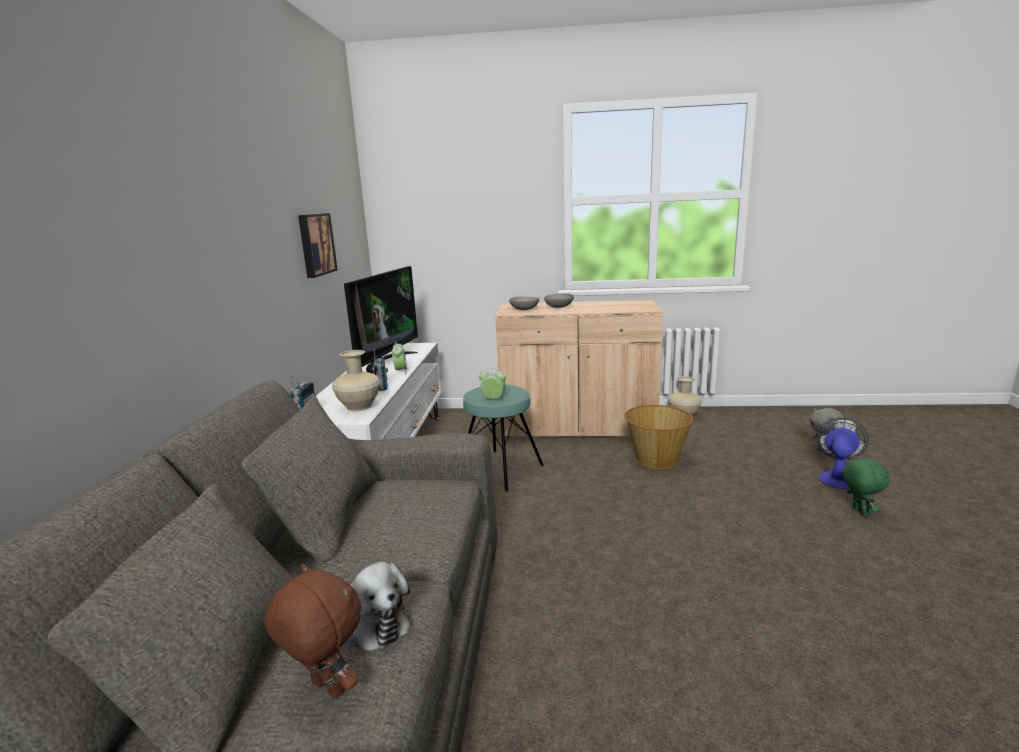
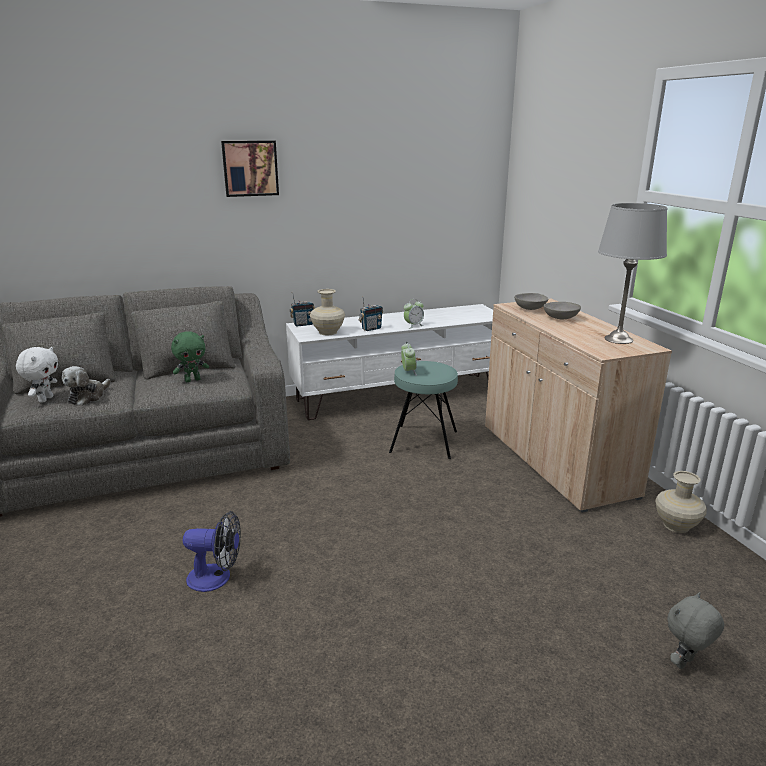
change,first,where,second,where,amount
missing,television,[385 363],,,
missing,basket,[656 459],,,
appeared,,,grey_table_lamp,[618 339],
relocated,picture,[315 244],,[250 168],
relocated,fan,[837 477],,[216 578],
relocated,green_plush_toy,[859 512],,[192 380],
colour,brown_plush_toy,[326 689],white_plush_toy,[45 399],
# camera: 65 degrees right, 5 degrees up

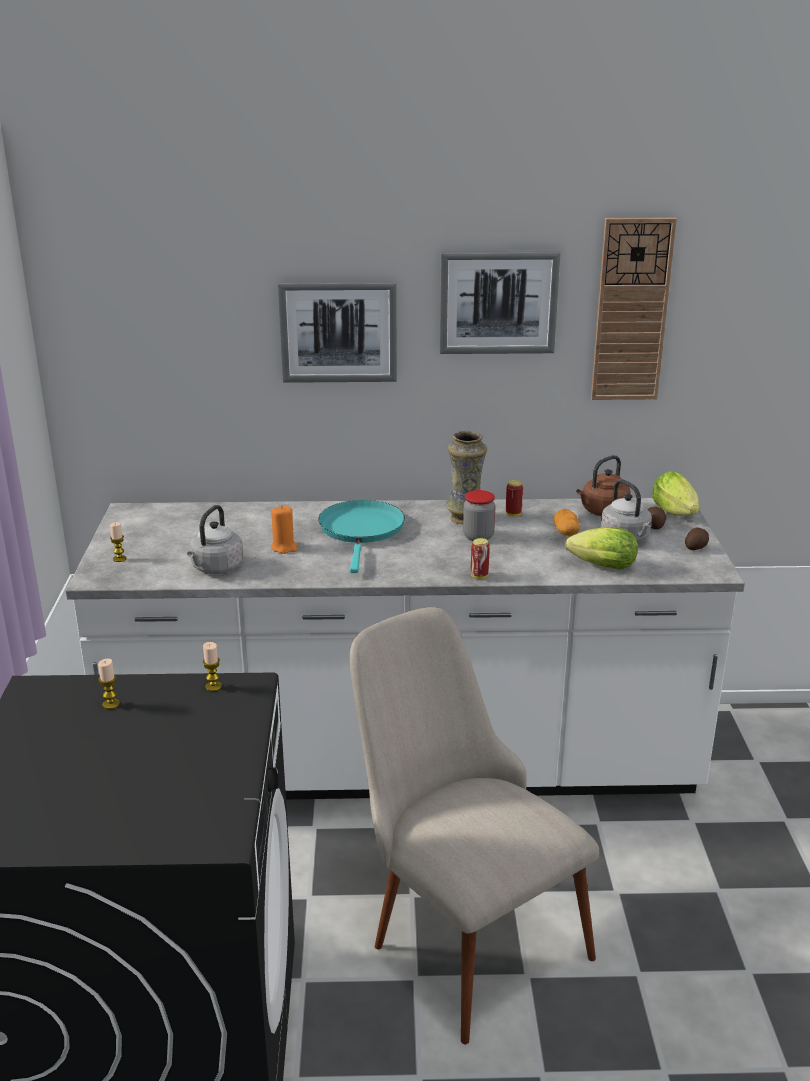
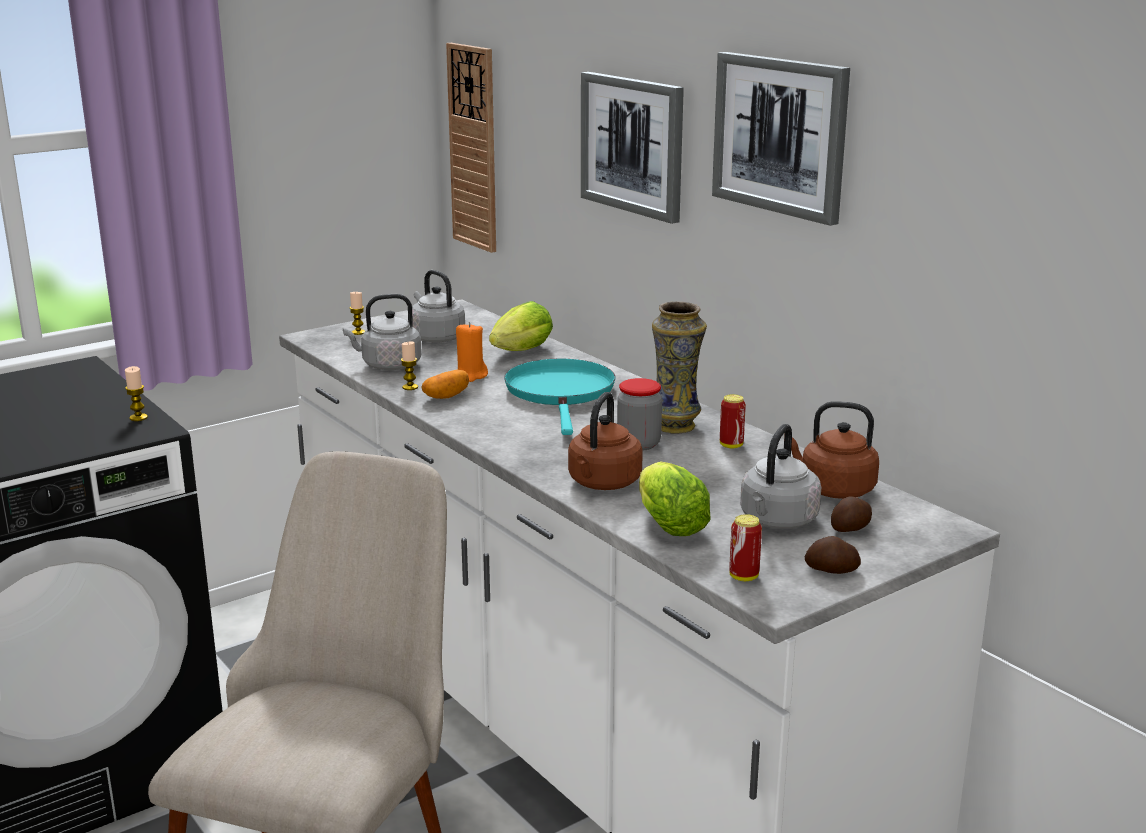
change,first,where,second,where,amount
appeared,,,grey_kettle,[435 337],
appeared,,,brown_kettle,[603 483],
relocated,candle,[111 704],,[410 387],
relocated,can,[479 576],,[743 577],
relocated,potato,[565 532],,[446 396],
relocated,wall_clock,[631 311],,[474 147],
relocated,lettuce,[676 514],,[519 352],
spun,turquoise_frying_pan,[361 530],,[561 393],60 degrees counterclockwise
# camera: 55 degrees right, 5 degrees down

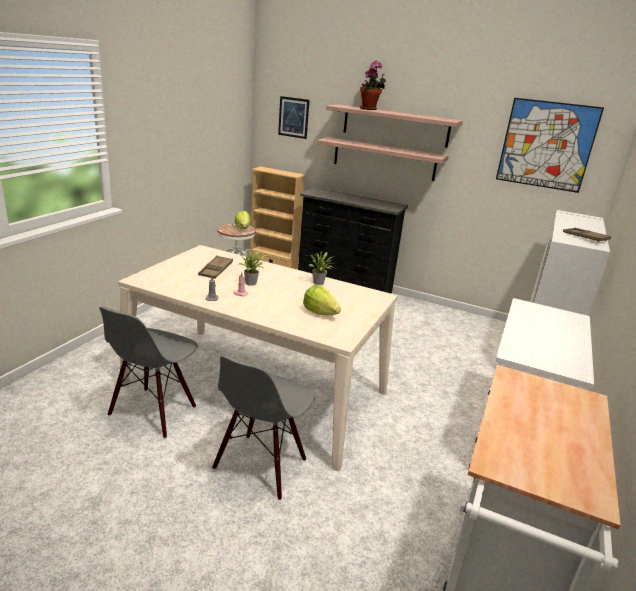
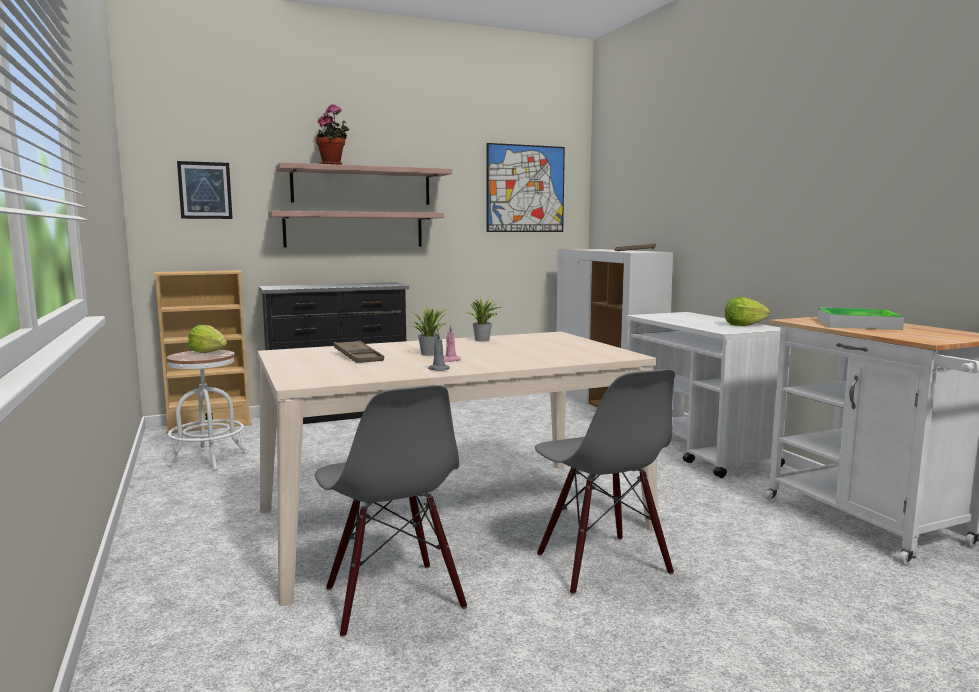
change,first,where,second,where,amount
appeared,,,tray,[857 324],
relocated,lettuce,[320 312],,[743 325],
# camera: 45 degrees left, 15 degrees down

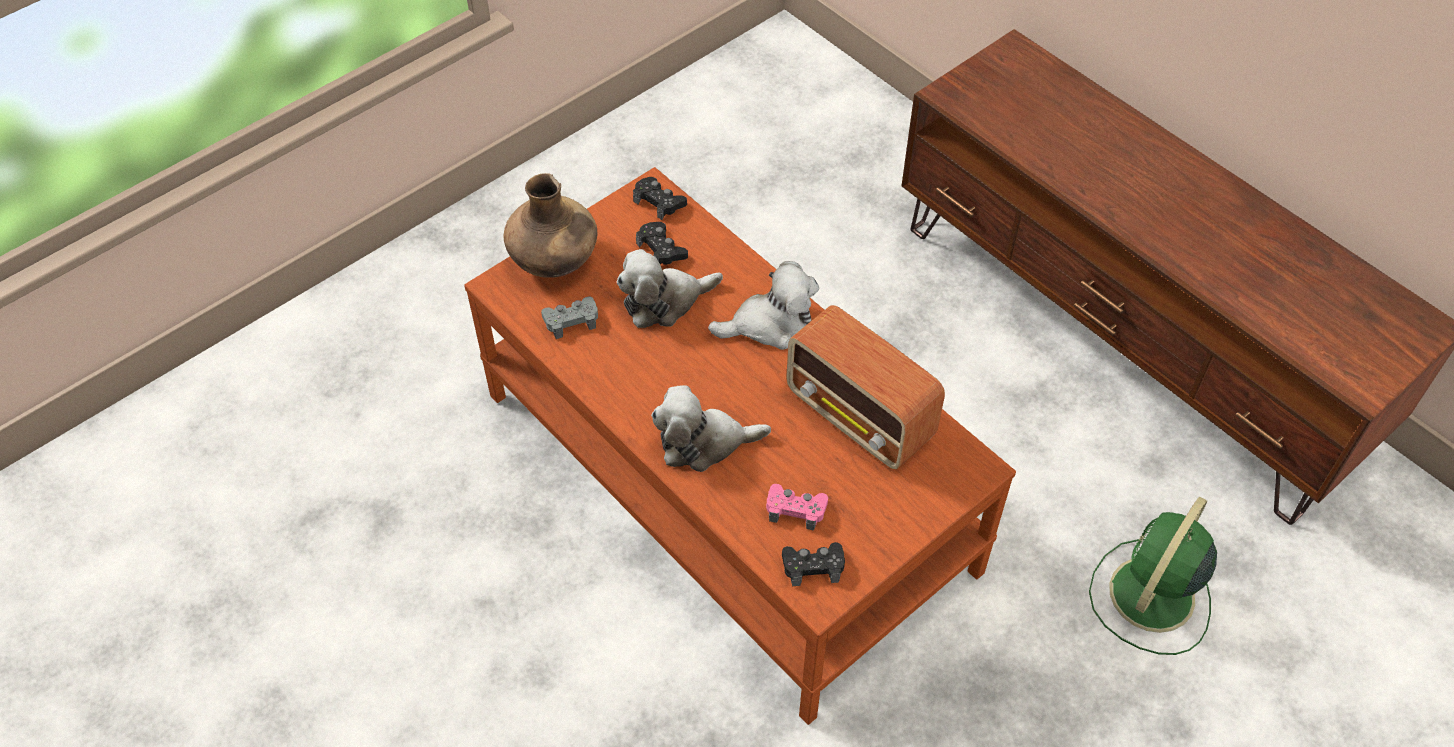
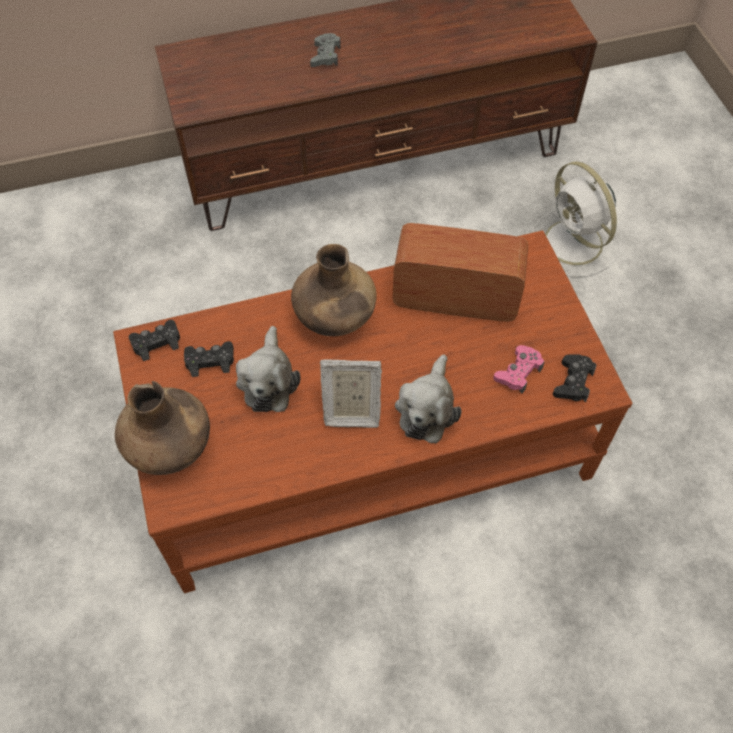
change,first,where,second,where,amount
appeared,,,picture_frame,[350 411],
relocated,grey_game_controller,[571 320],,[325 55],
exchanged,plush_toy,[769 324],brown_vase,[334 318],
colour,green_fan,[1150 597],white_fan,[575 244],
spun,radio,[860 417],,[454 297],150 degrees counterclockwise
# camera: 65 degrees left, 5 degrees up

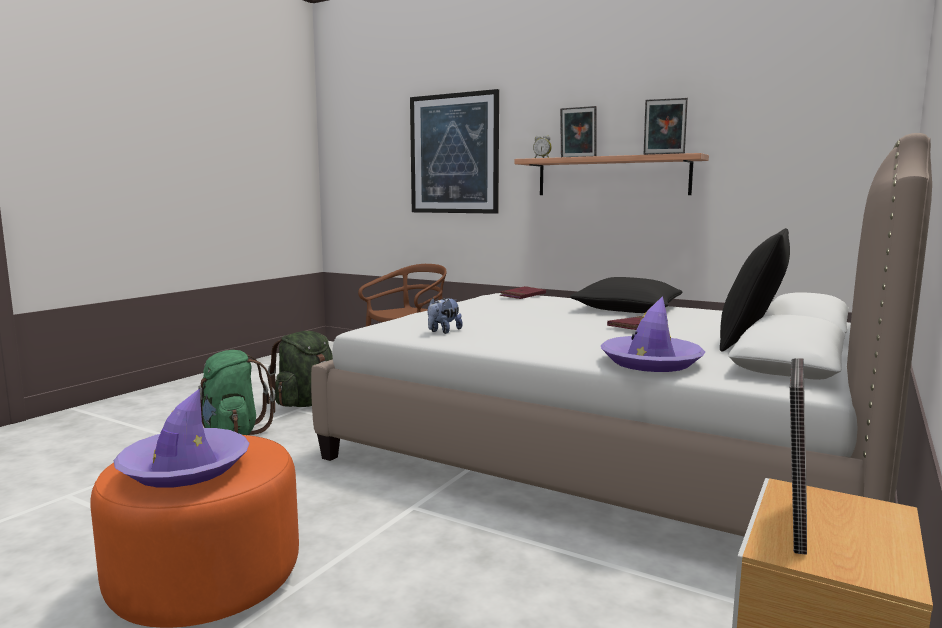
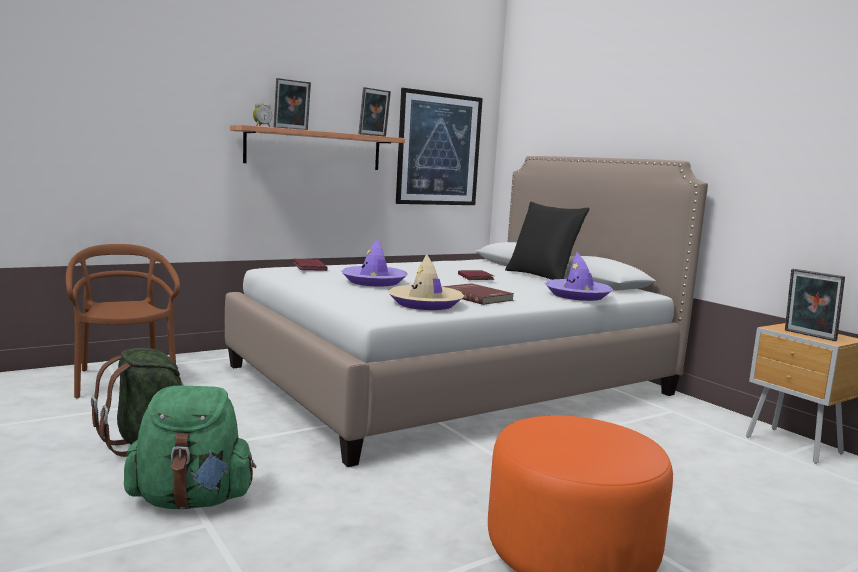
change,first,where,second,where,amount
missing,black_pillow,[627 309],,,
appeared,,,red_book,[477 297],
relocated,purple_hat,[184 468],,[374 282],
relocated,picture,[454 154],,[439 149],
exchanged,plush_toy,[443 331],beige_hat,[425 304],
# camera: 65 degrees left, 0 degrees up

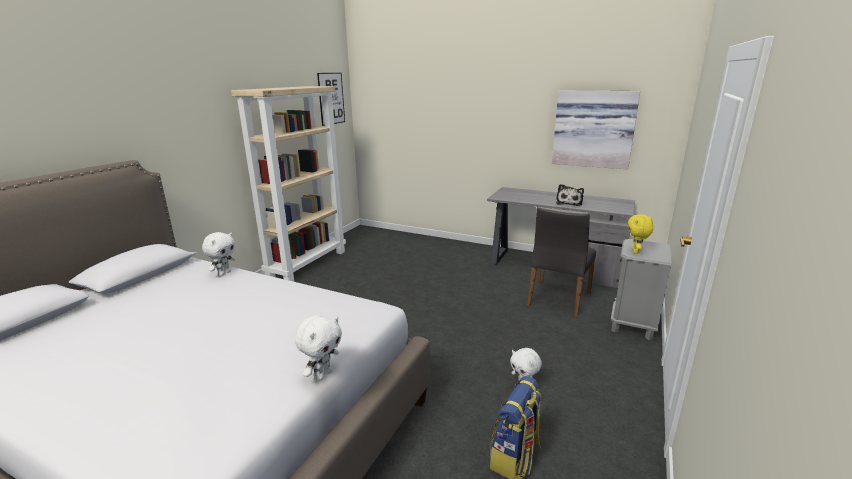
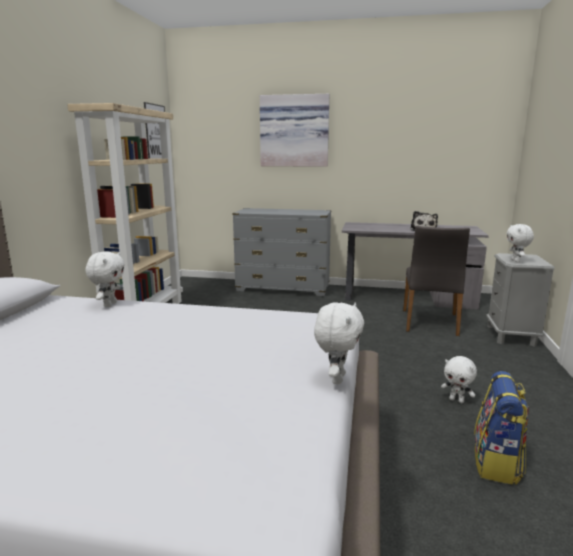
change,first,where,second,where,amount
appeared,,,grey_dresser,[283 288],
relocated,picture,[593 129],,[294 131],
colour,yellow_plush_toy,[636 251],white_plush_toy,[516 261],
# camera: 15 degrees left, 5 degrees down

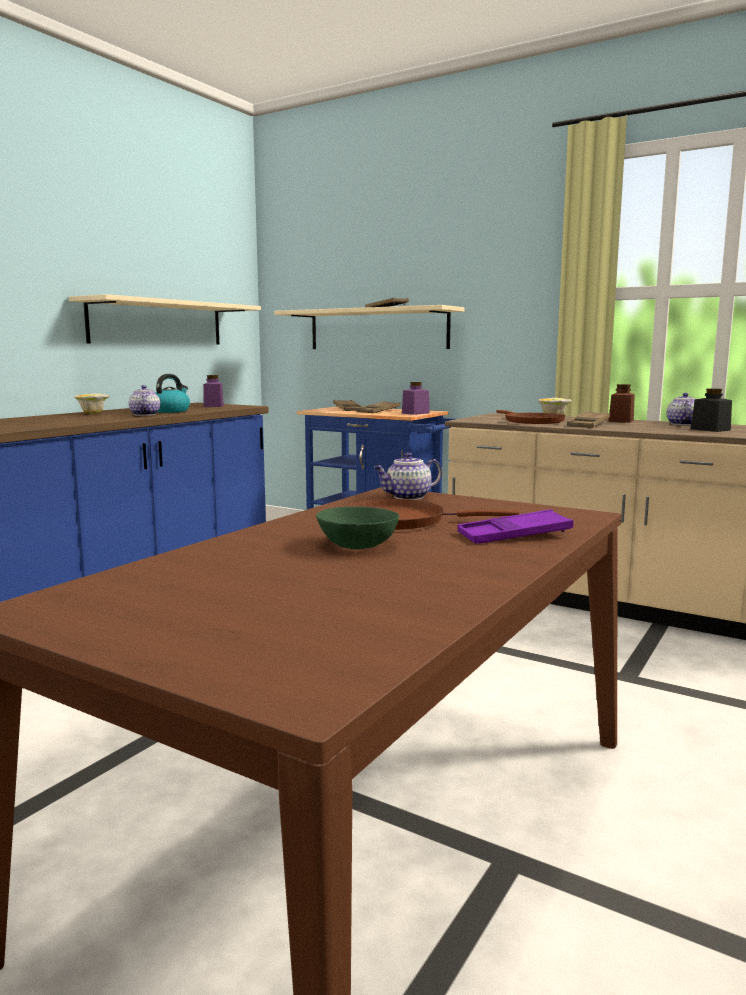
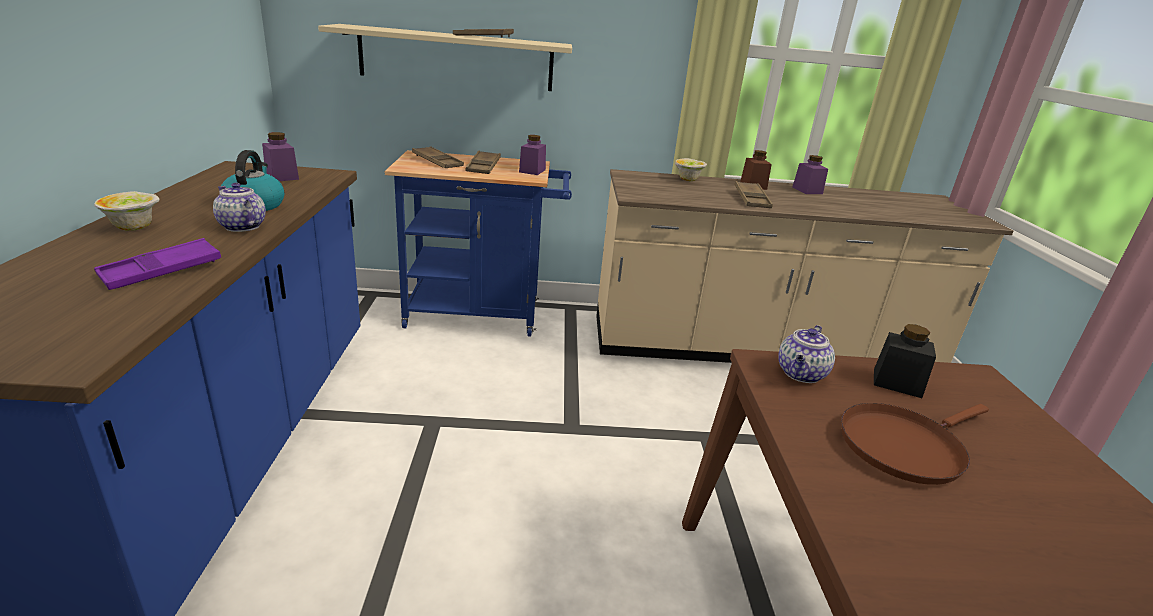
change,first,where,second,where,amount
missing,beige_shelf,[157 323],,,
missing,green_bowl,[357 545],,,
missing,brown_frying_pan,[531 422],,,
relocated,purple_tray,[514 535],,[162 271],
relocated,black_jar,[710 429],,[897 383],
exchanged,teapot,[682 424],purple_jar,[807 190],
# camera: 35 degrees left, 15 degrees up

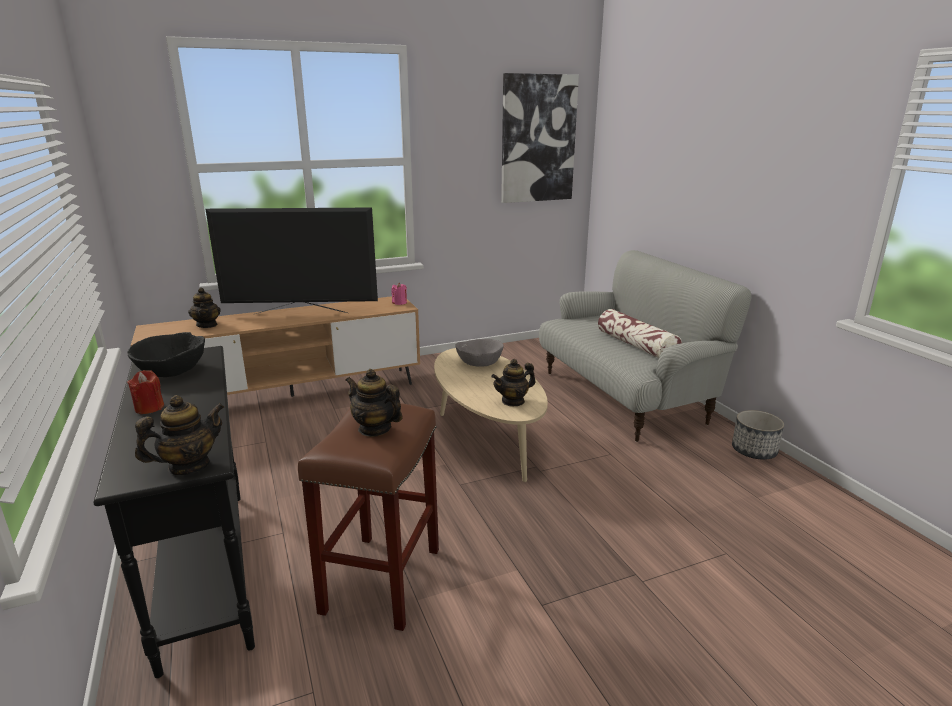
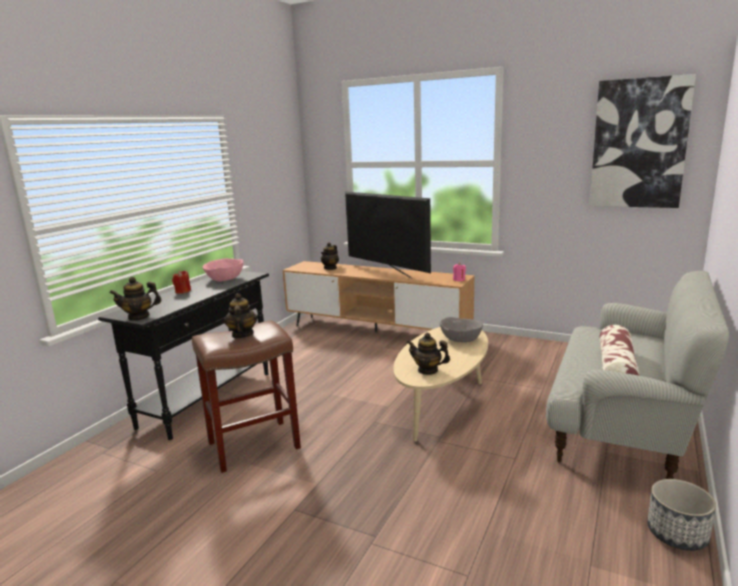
change,first,where,second,where,amount
colour,black_bowl,[172 371],pink_bowl,[224 279],
spun,teapot,[189 466],,[139 317],150 degrees clockwise
# camera: 50 degrees right, 5 degrees down

